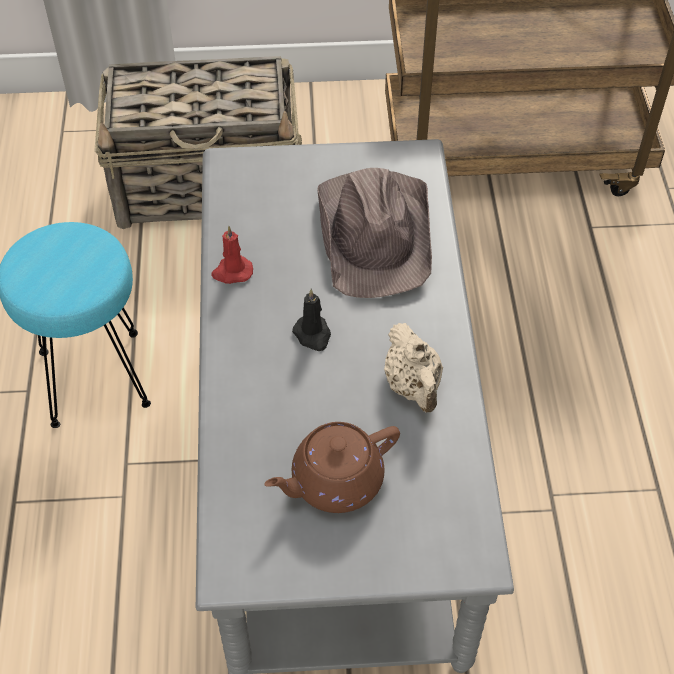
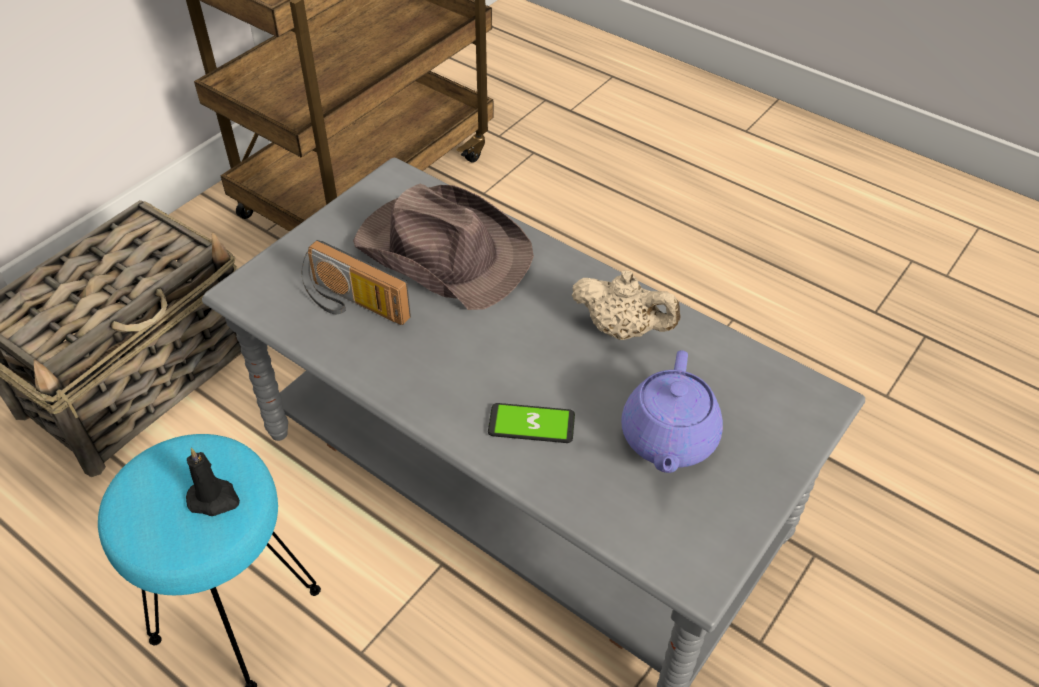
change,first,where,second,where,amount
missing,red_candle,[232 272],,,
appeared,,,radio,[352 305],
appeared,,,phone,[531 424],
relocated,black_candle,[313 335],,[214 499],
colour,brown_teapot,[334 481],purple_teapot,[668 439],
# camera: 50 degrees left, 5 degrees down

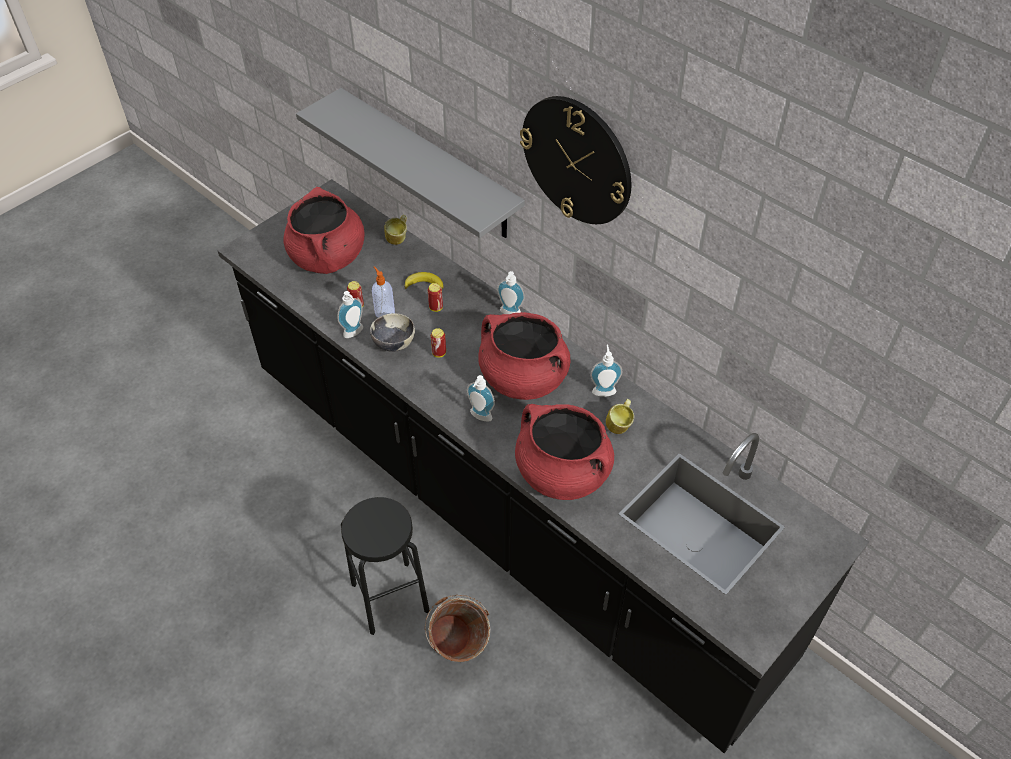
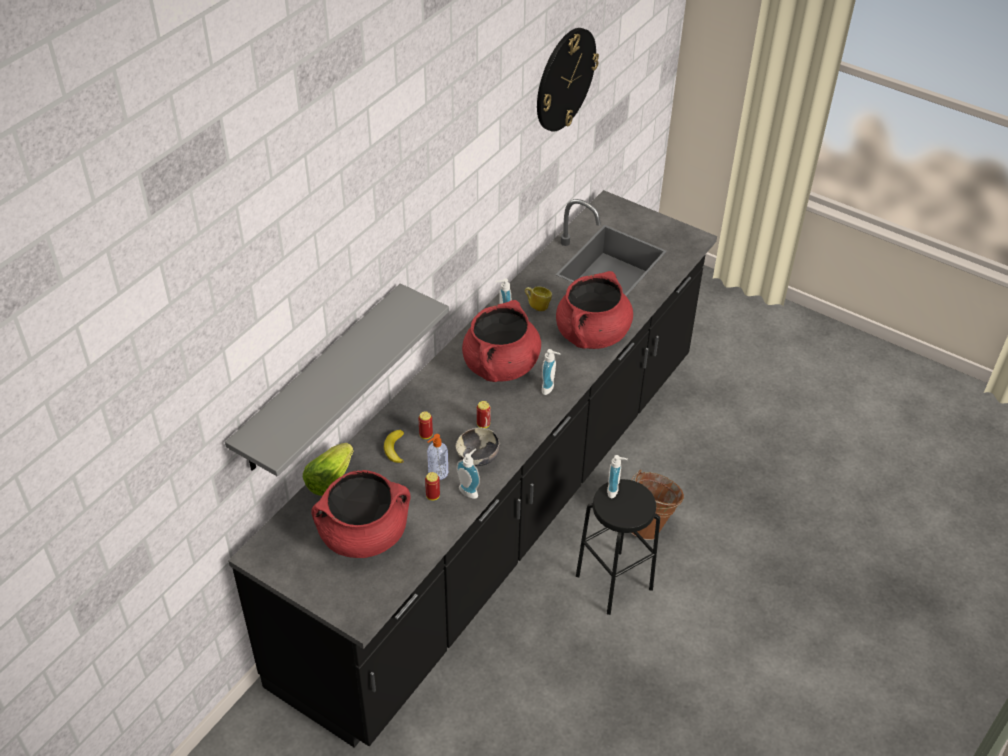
change,first,where,second,where,amount
relocated,soap_dispenser,[509 314],,[615 491],
relocated,wall_clock,[577 160],,[565 79],
exchanged,mug,[398 239],lettuce,[329 480],
# camera: 100 degrees left, 5 degrees down

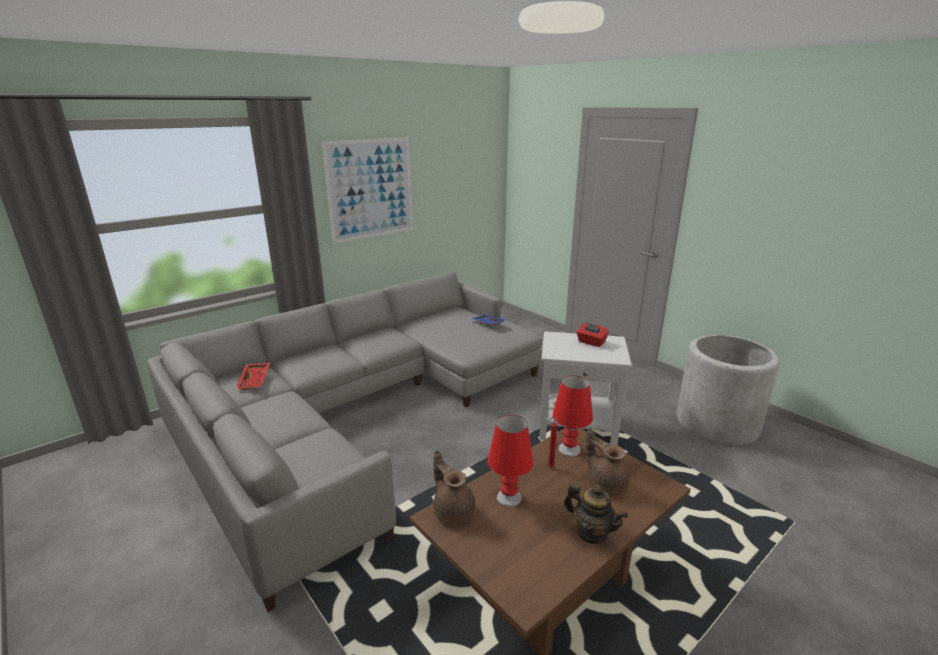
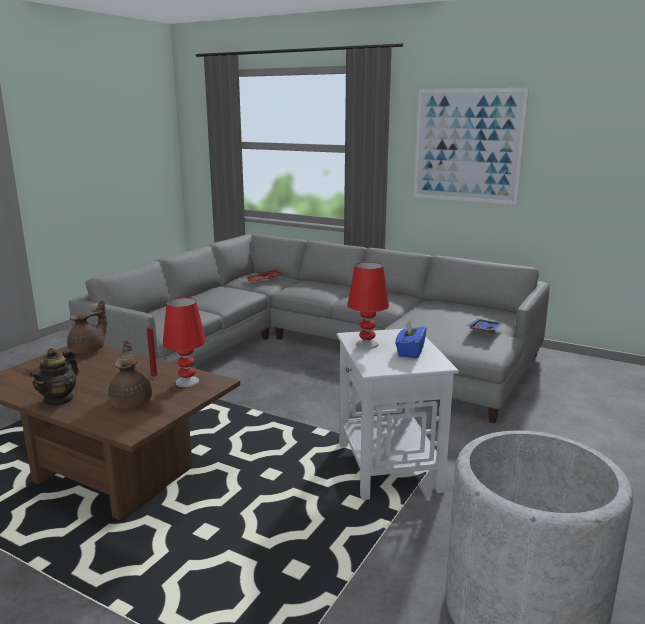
change,first,where,second,where,amount
relocated,red_table_lamp,[509 498],,[366 344],
colour,red_tissue_box,[591 342],blue_tissue_box,[410 351],
spun,brown_teapot,[605 483],,[132 401],45 degrees counterclockwise
# camera: 70 degrees right, 5 degrees down

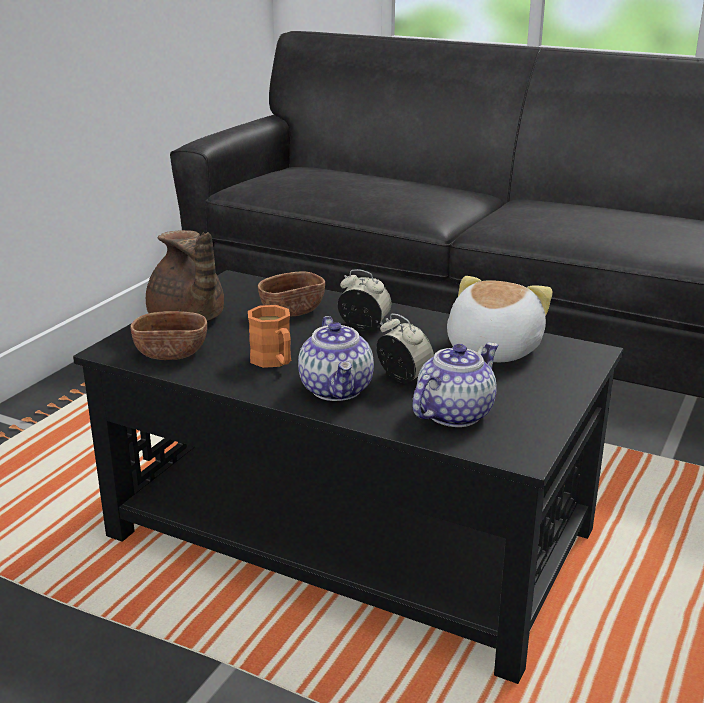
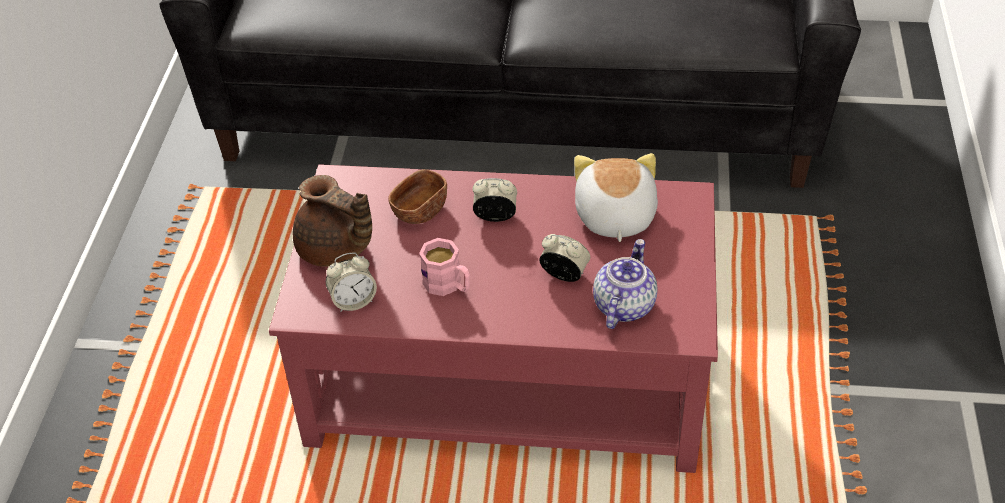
change,first,where,second,where,amount
missing,teapot,[337 390],,,
exchanged,brown_bowl,[171 353],alarm_clock,[353 301],
colour,black_coffee_table,[349 532],red_coffee_table,[505 374],
colour,orange_mug,[274 362],pink_mug,[448 285],
# camera: 20 degrees left, 20 degrees up

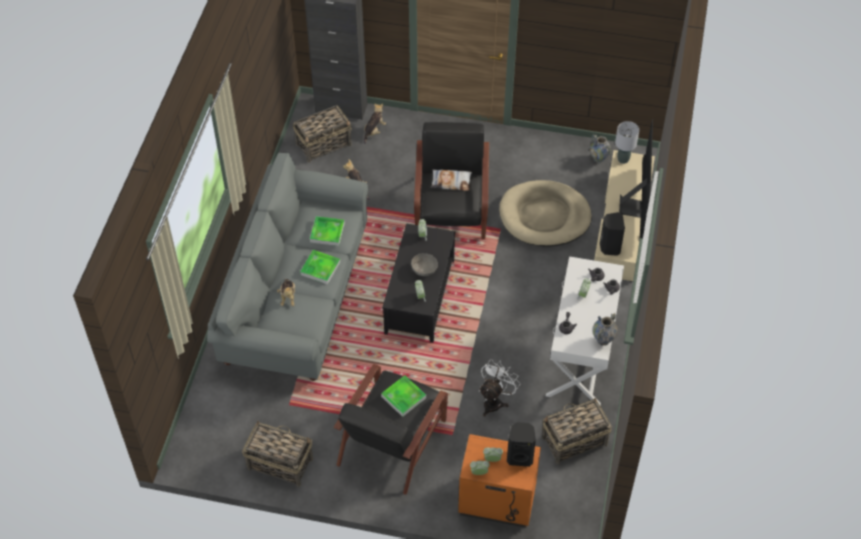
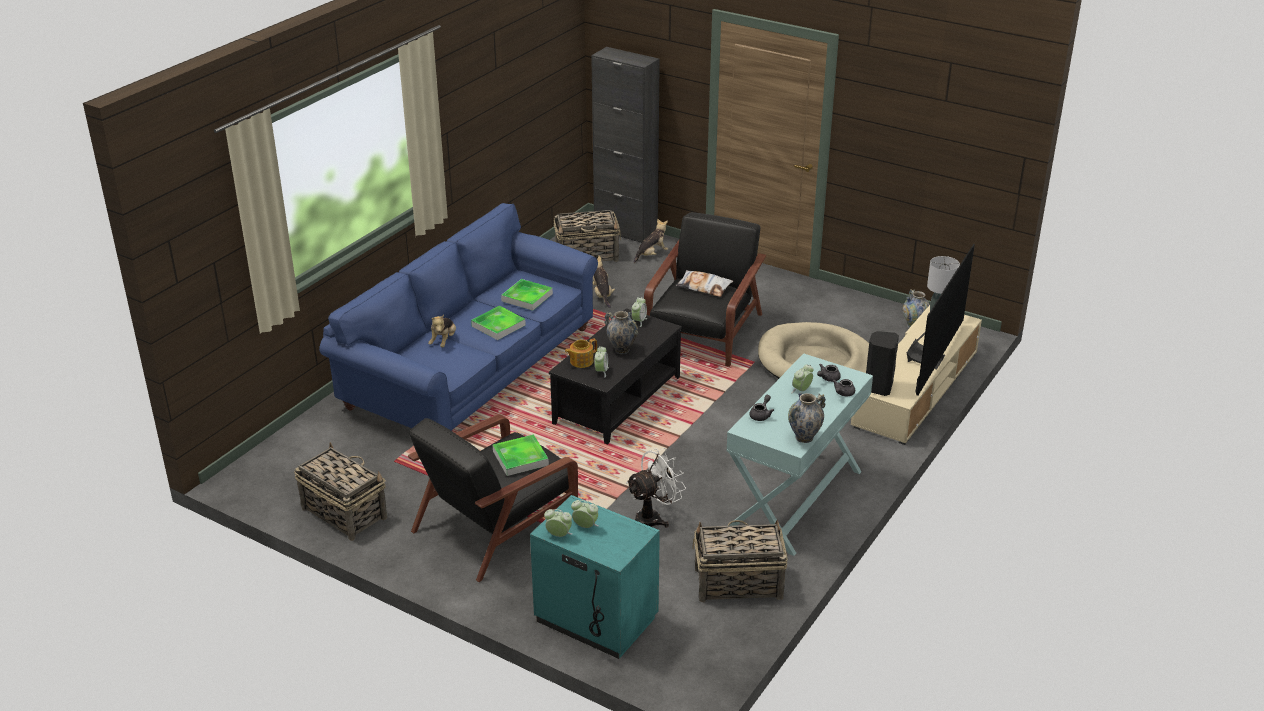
change,first,where,second,where,amount
missing,black_speaker,[520 456],,,
appeared,,,teapot,[581 361],
exchanged,grey_bowl,[424 269],vase,[622 350],
colour,grey_sofa,[296 294],blue_sofa,[471 368],
colour,orange_nightstand,[497 501],turquoise_nightstand,[595 620],
colour,white_console_table,[581 355],turquoise_console_table,[795 499],
# camera: 20 degrees right, 20 degrees down

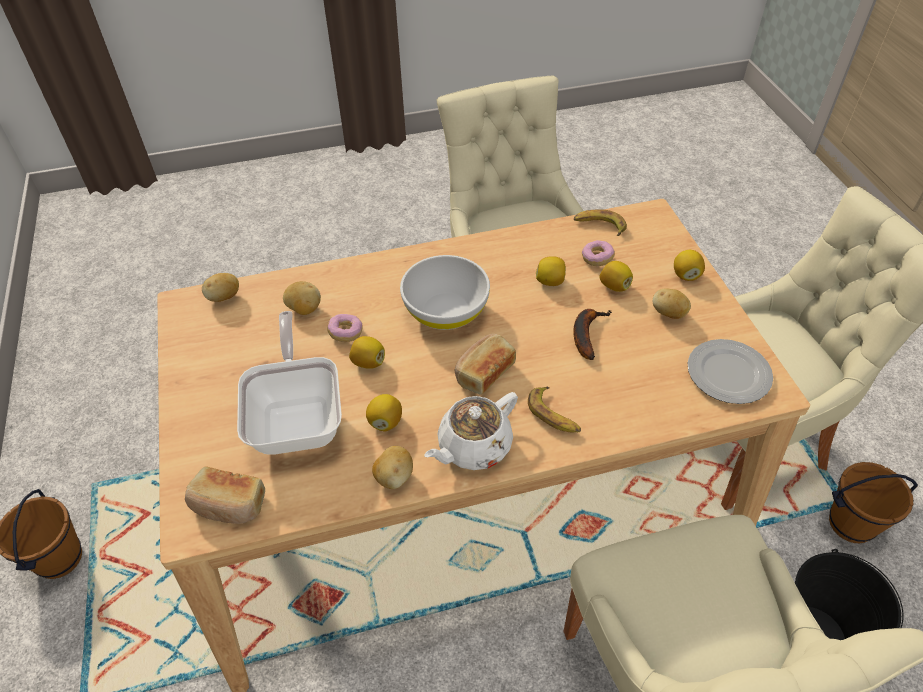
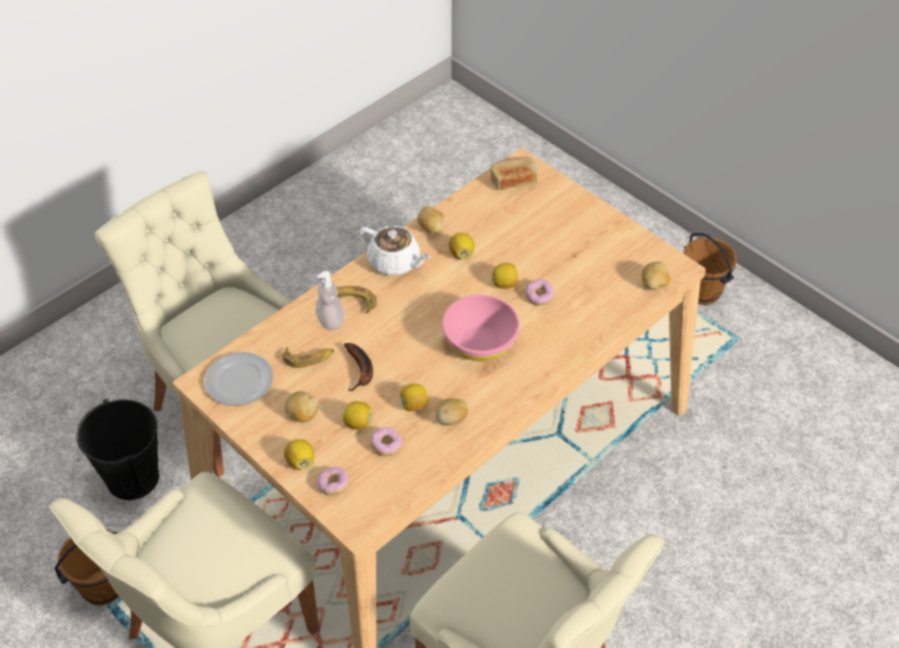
change,first,where,second,where,amount
missing,frying_pan,[298 418],,,
missing,bread,[483 372],,,
appeared,,,soap_dispenser,[330 321],
appeared,,,donut,[333 485],
relocated,potato,[304 309],,[451 420],
relocated,banana,[599 226],,[309 358],
colour,white_bowl,[446 311],pink_bowl,[480 344],
spun,white_teapot,[473 446],,[395 262],105 degrees clockwise
# camera: 150 degrees right, 0 degrees up

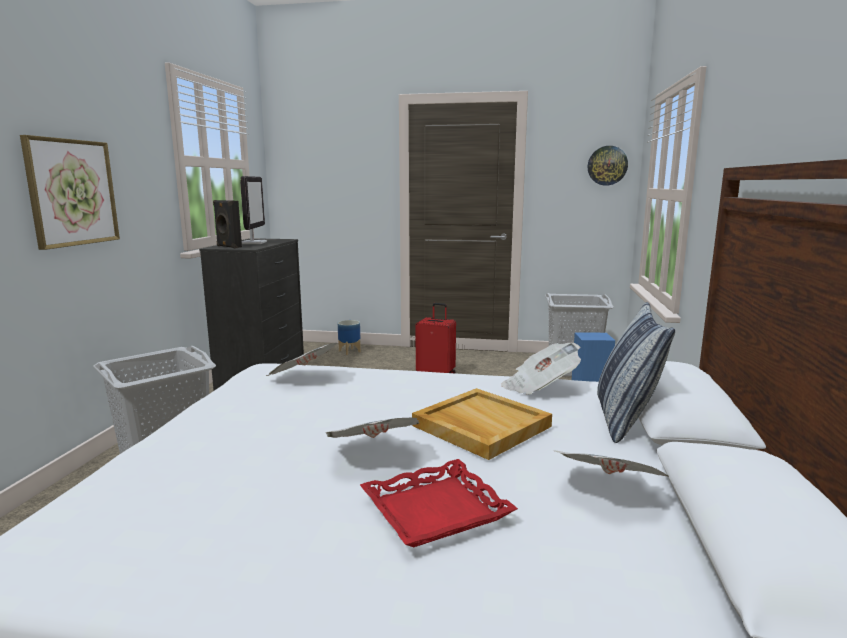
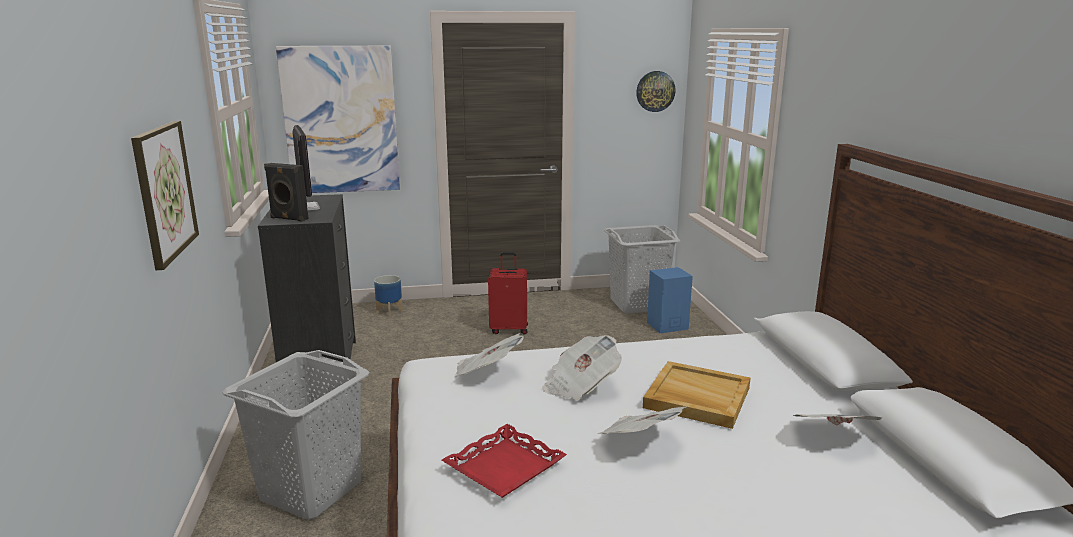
change,first,where,second,where,amount
missing,pillow,[624 420],,,
appeared,,,picture,[341 120],
relocated,red_tray,[436 511],,[505 468],
relocated,newspaper,[539 387],,[580 385],
# camera: 20 degrees left, 5 degrees up

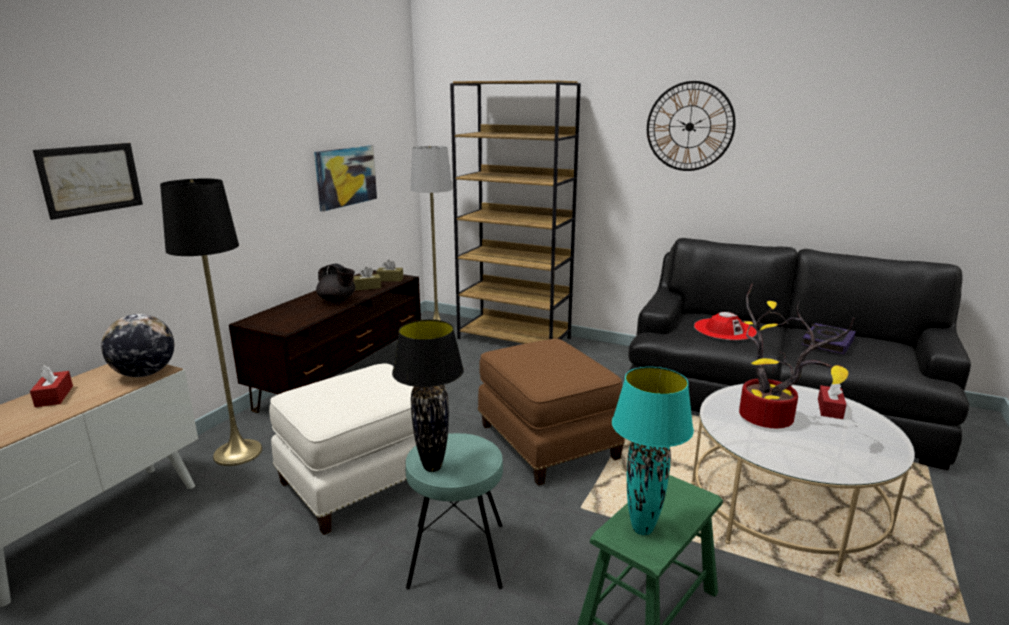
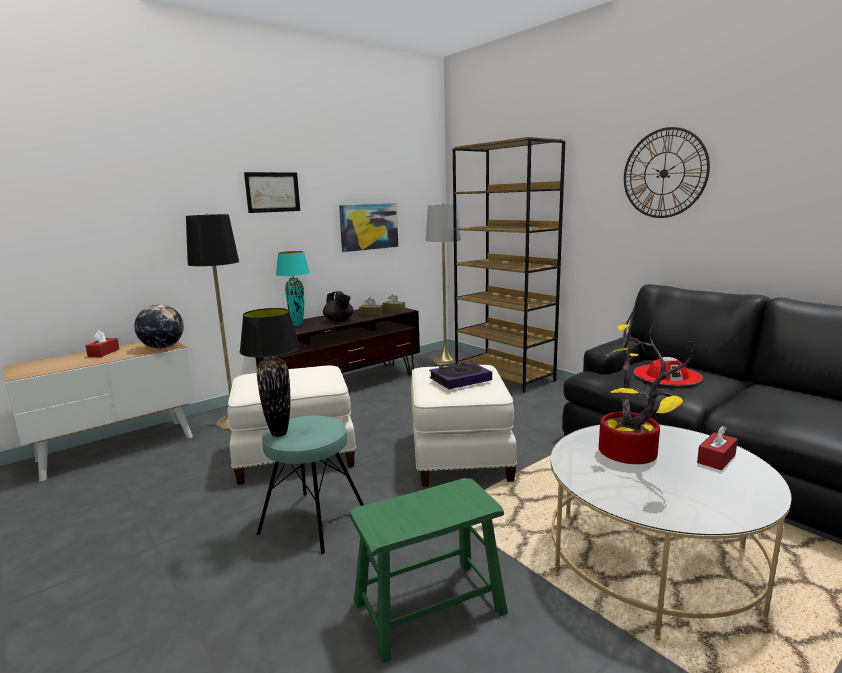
change,first,where,second,where,amount
relocated,picture,[91 179],,[272 192],
relocated,turquoise_table_lamp,[642 529],,[297 325],
relocated,book,[827 342],,[460 379],
colour,brown_ottoman,[545 442],white_ottoman,[458 456],
# camera: 25 degrees right, 5 degrees down

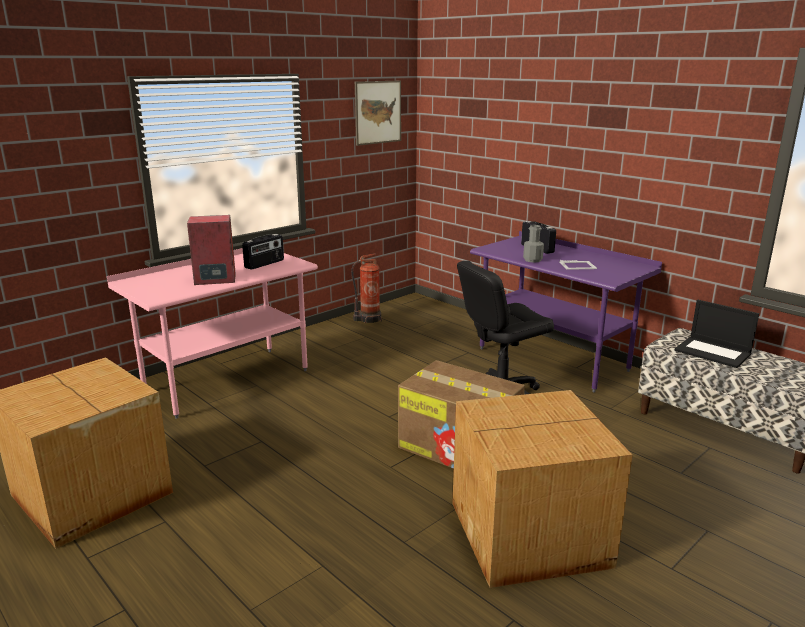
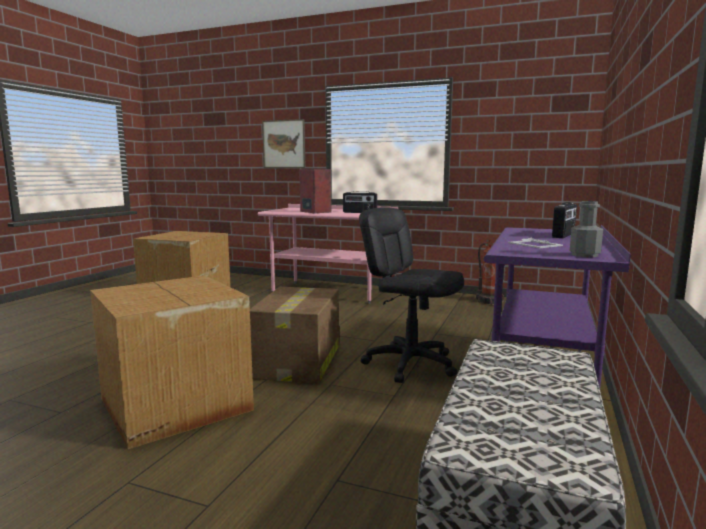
change,first,where,second,where,amount
missing,laptop,[713 352],,,
relocated,picture,[378 112],,[284 144],
relocated,grey_bottle,[532 260],,[584 255],
# camera: 65 degrees right, 10 degrees down

